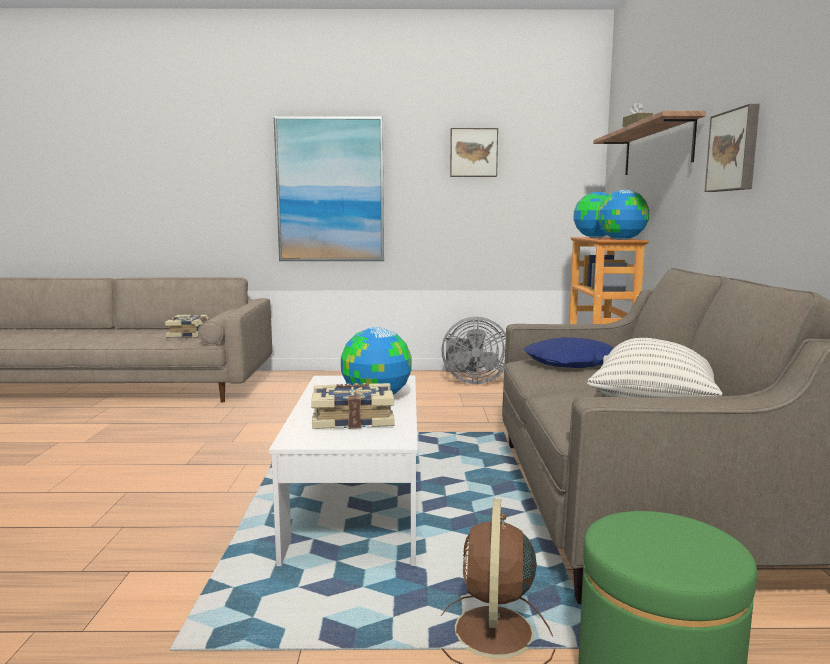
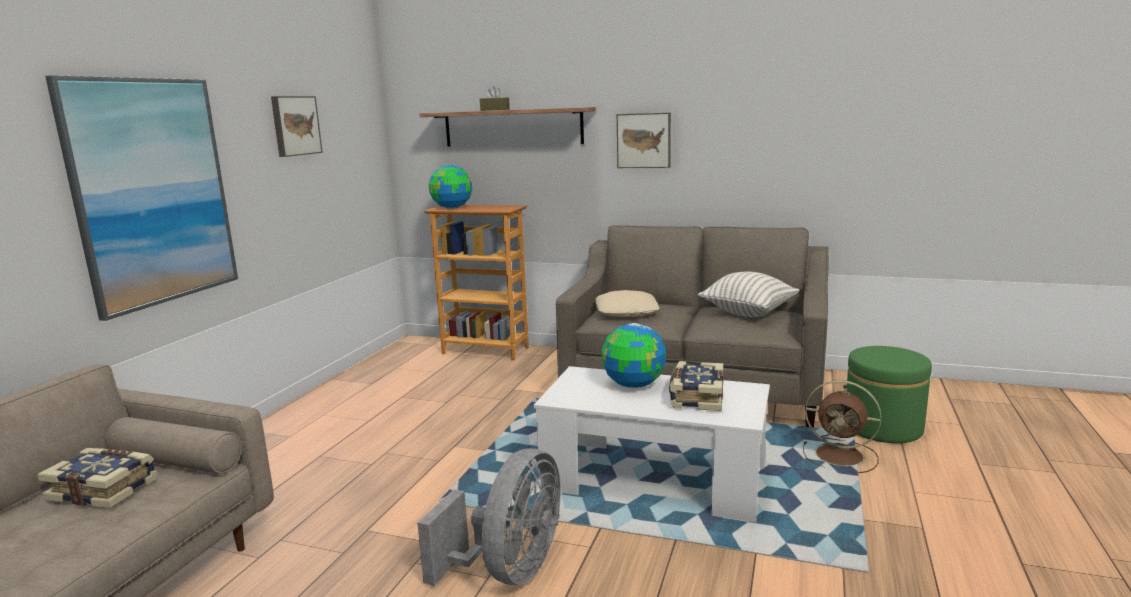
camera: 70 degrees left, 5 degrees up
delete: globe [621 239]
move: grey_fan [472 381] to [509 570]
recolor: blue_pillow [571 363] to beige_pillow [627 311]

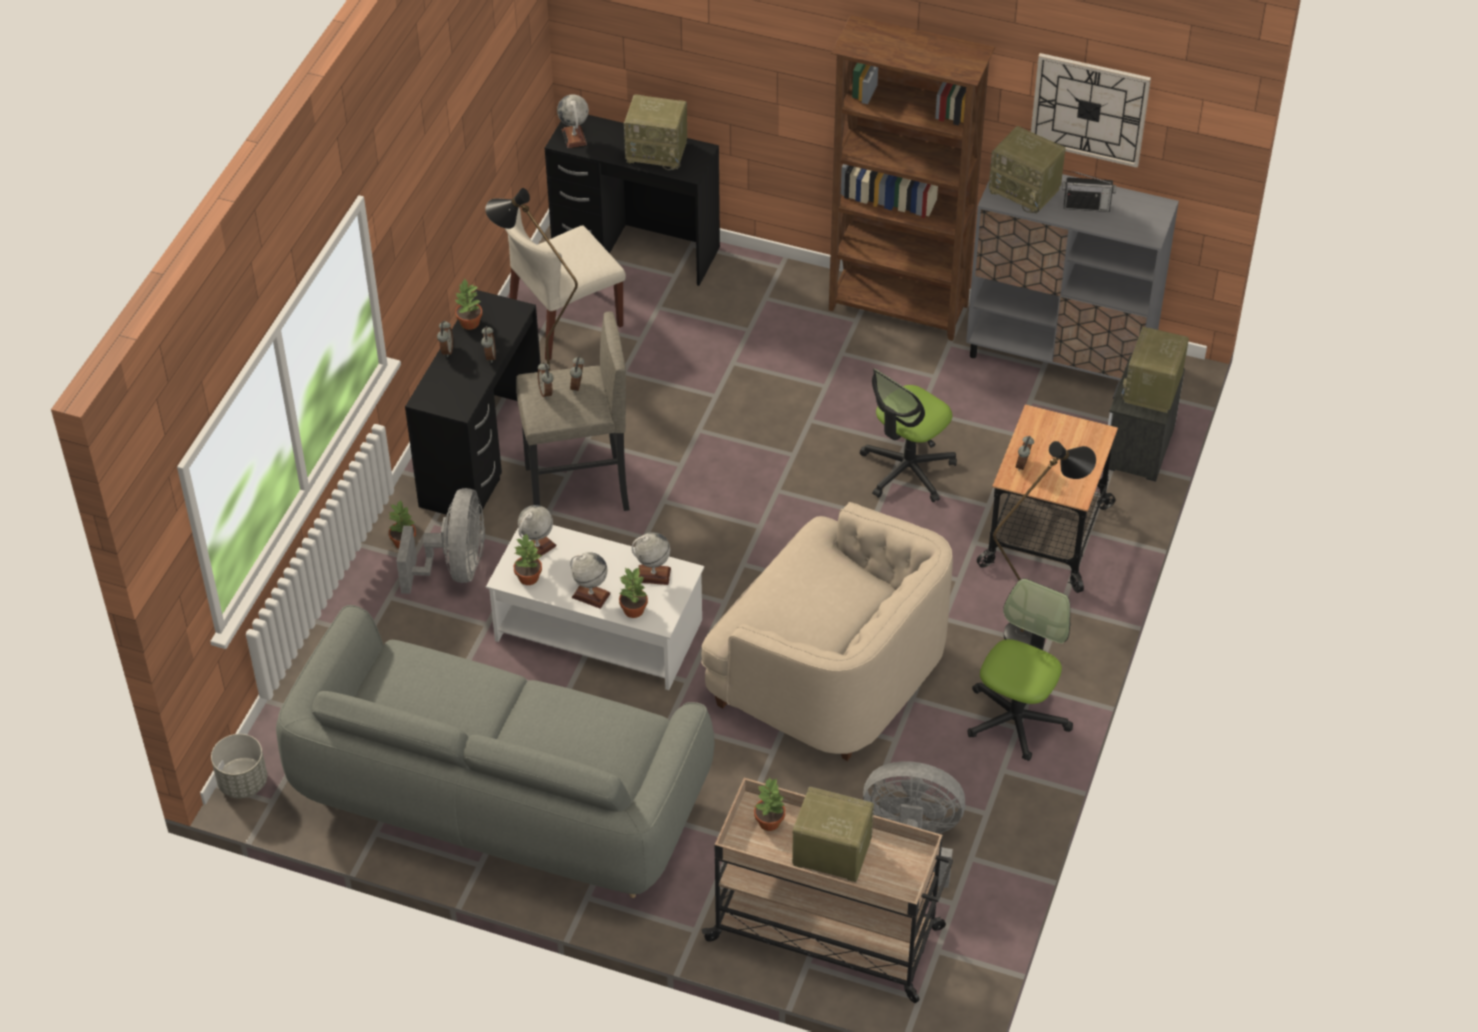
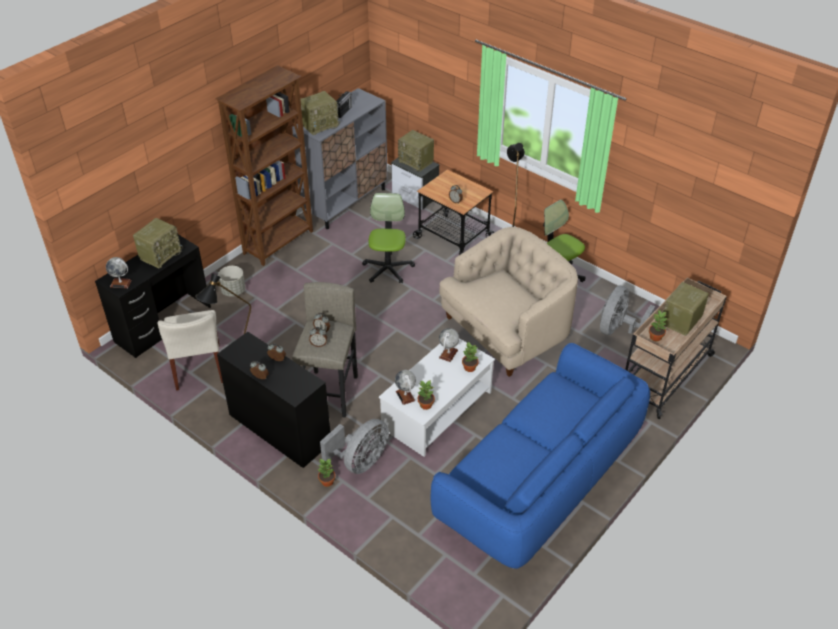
camera: 70 degrees left, 5 degrees down
delete: potted_plant [469 323]; globe [591 595]; wall_clock [1089 109]
move: grey_planter [242 782] to [233 291]
recolor: grey_sofa [500 799] to blue_sofa [539 481]
rotate: grey_fan [455 568] = [360 462] 105 degrees clockwise; office_chair [907 470] = [388 269] 150 degrees counterclockwise

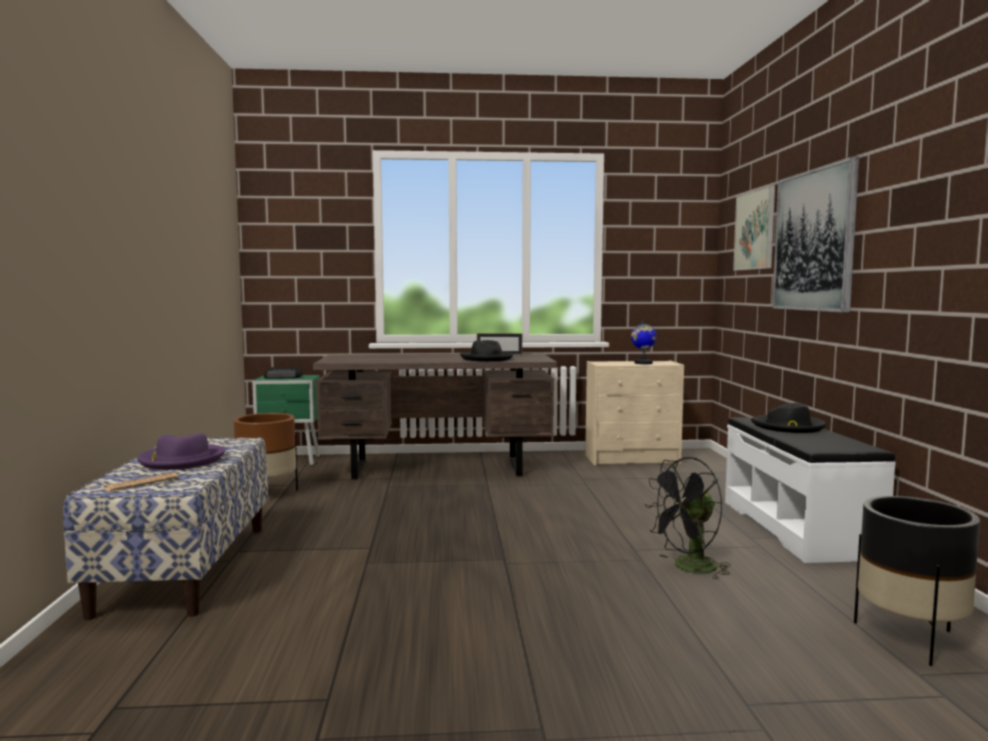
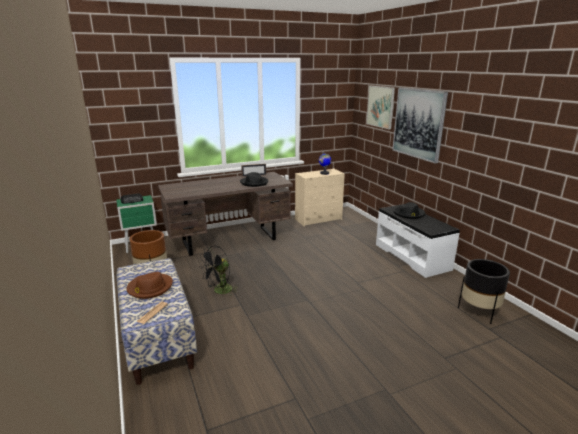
camera: 20 degrees left, 15 degrees up
move: black_fan [688 568] to [220 291]
recolor: purple_hat [181 460] to brown_hat [150 288]

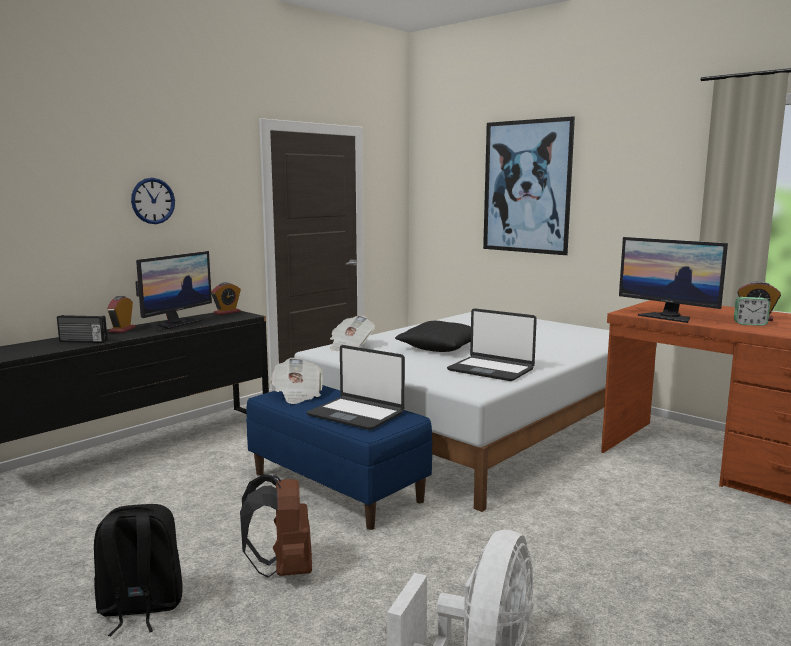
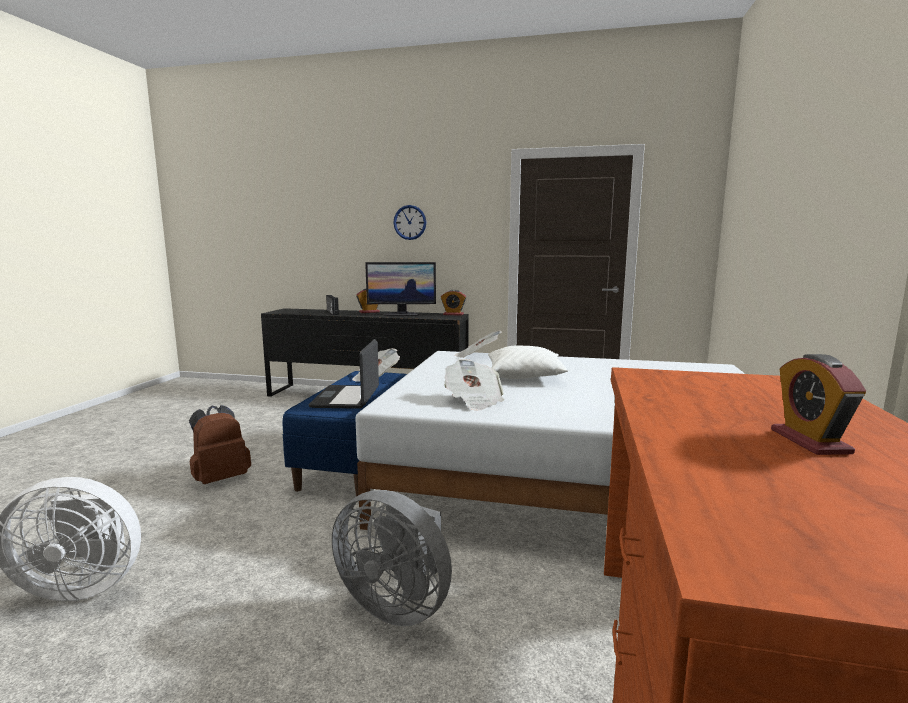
camera: 60 degrees right, 0 degrees up
delete: black_backpack [140 608]; picture [527 187]; monitor [667 317]; alarm_clock [750 324]
insert: grey_fan [397 604]
replace: laptop [491 370] to newspaper [474 400]
recolor: black_pillow [440 348] to white_pillow [525 376]

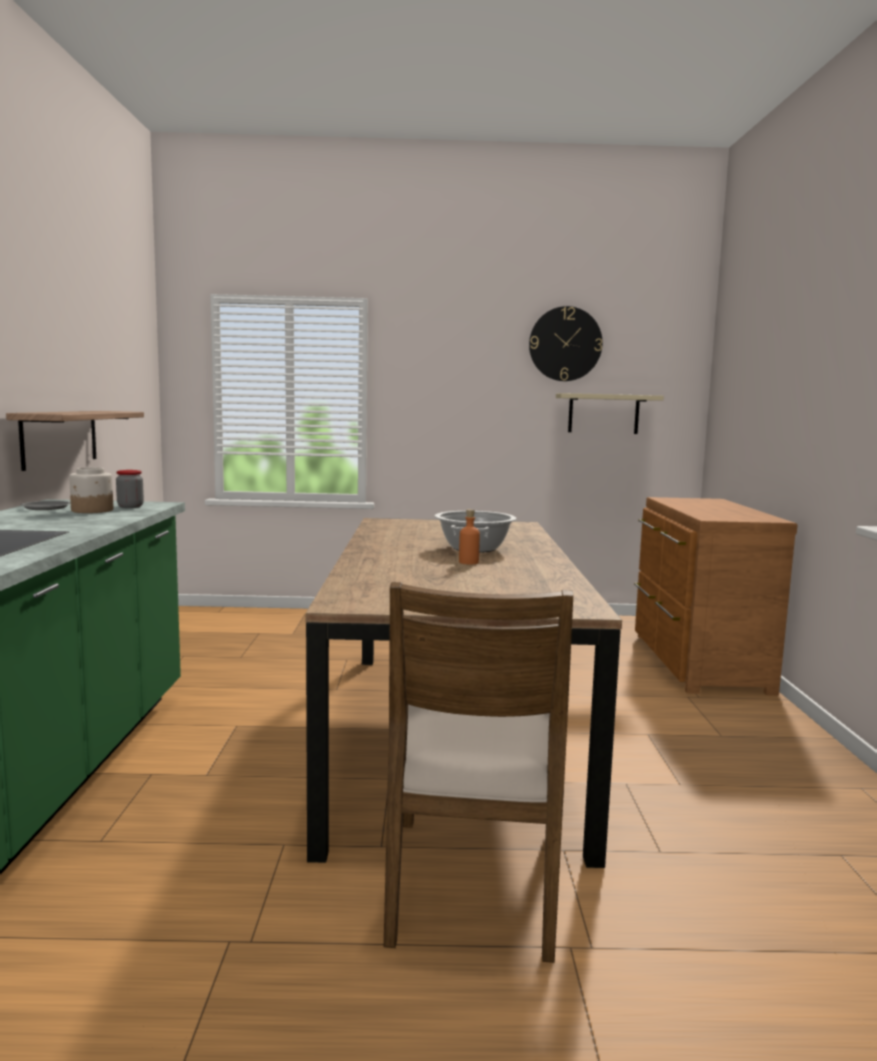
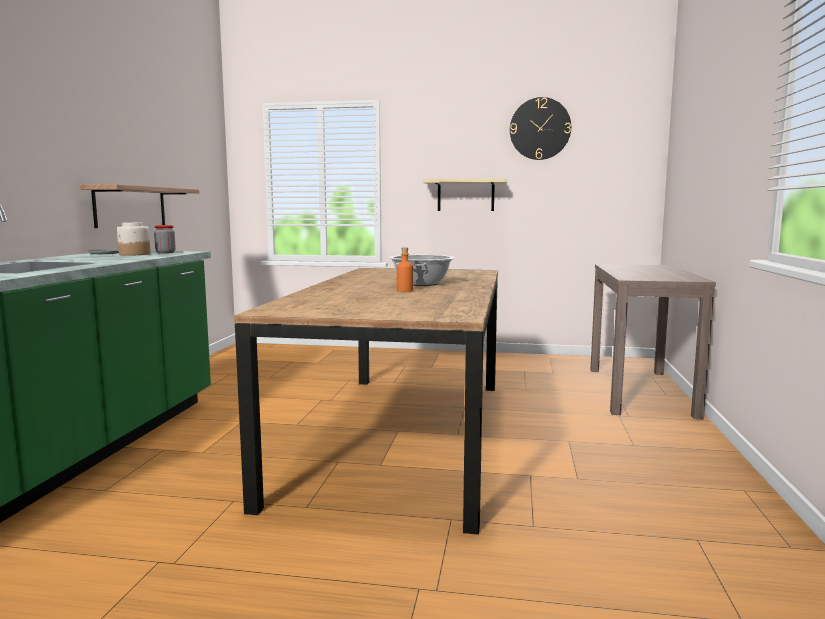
camera: 10 degrees right, 0 degrees up
delete: brown_chair [474 884]
move: beige_shelf [603 413] to [465 195]
replace: brown_dresser [696 663] to brown_console_table [639 391]

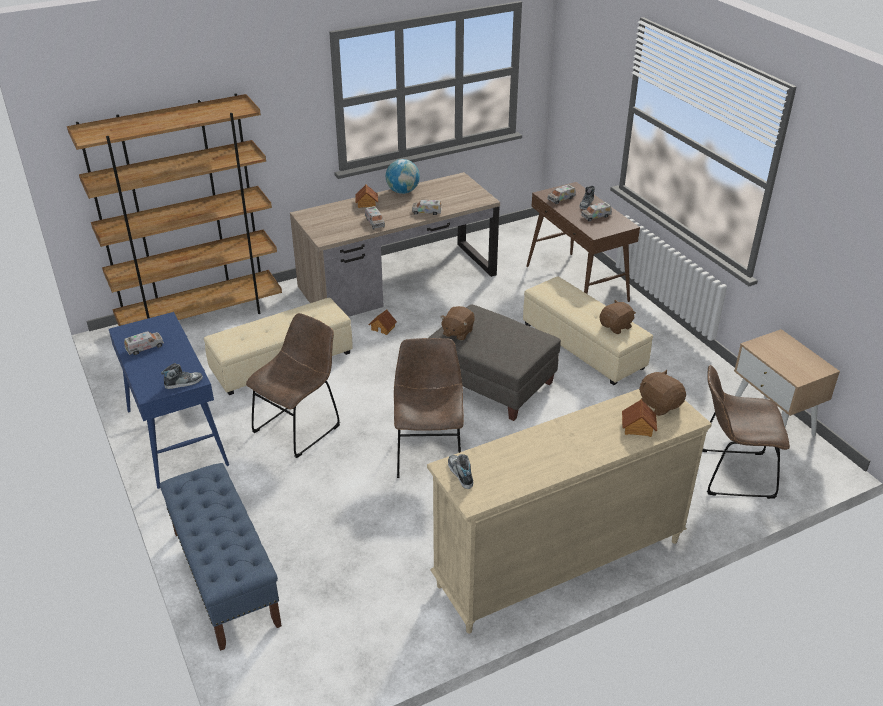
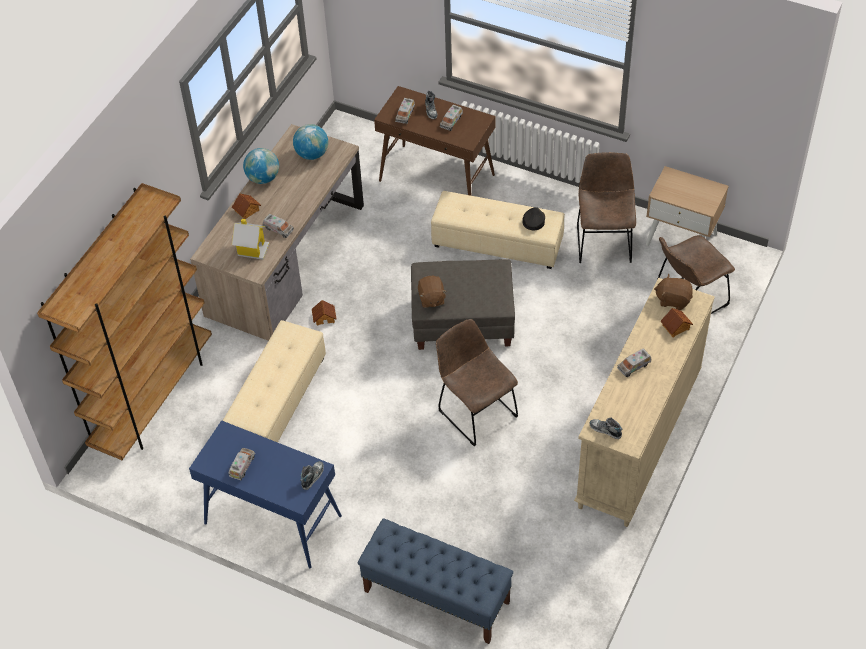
camera: 35 degrees left, 15 degrees up
insert: toy_house [252 249]; globe [312 154]
move: brown_chair [300 426] to [603 240]; toy_truck [426 212] to [634 366]
replace: brown_plush_toy [616 326] to black_cap [533 220]

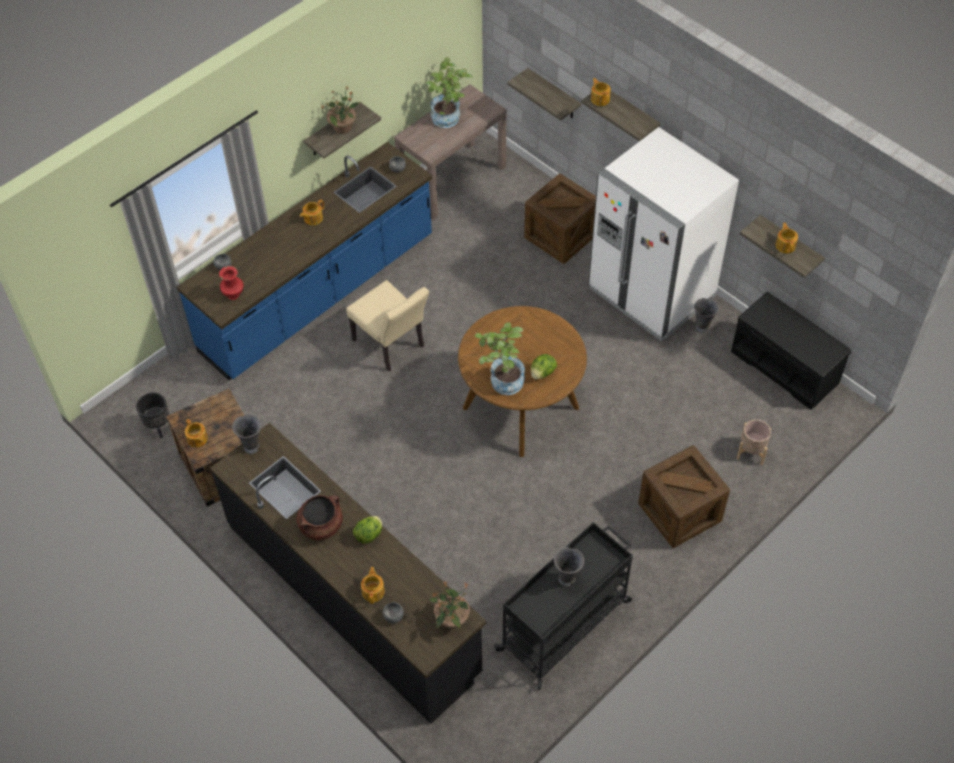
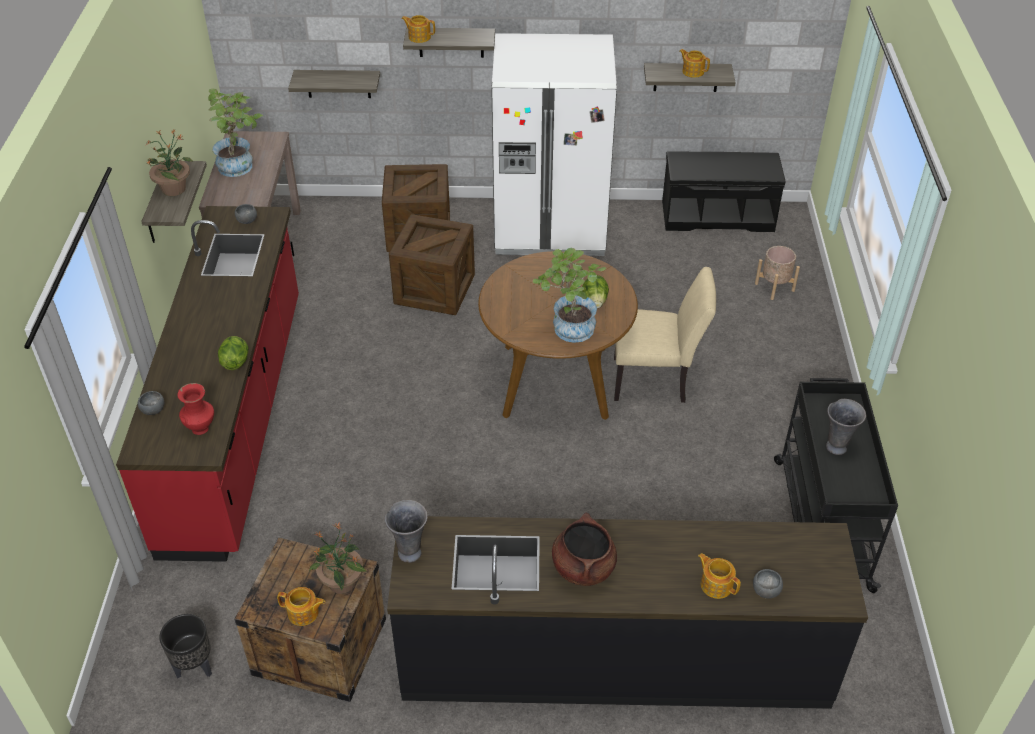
camera: 45 degrees left, 10 degrees down
delete: teapot [312 218]; grey_vase [702 327]
move: beige_chair [392 346] to [656 381]; lettuce [369 534] to [235 361]; potted_plant [451 619] to [342 583]; crate [679 512] to [434 289]
recolor: blue_counter [319 295] to red_counter [237 419]

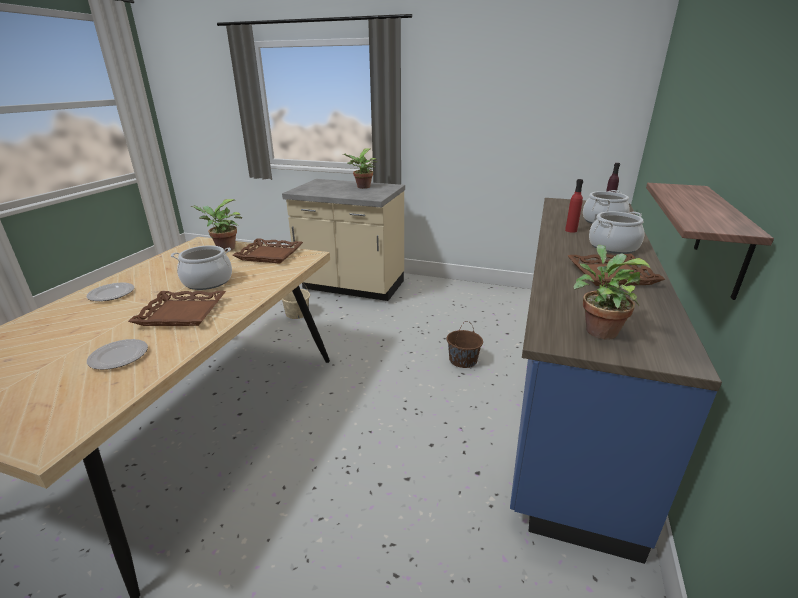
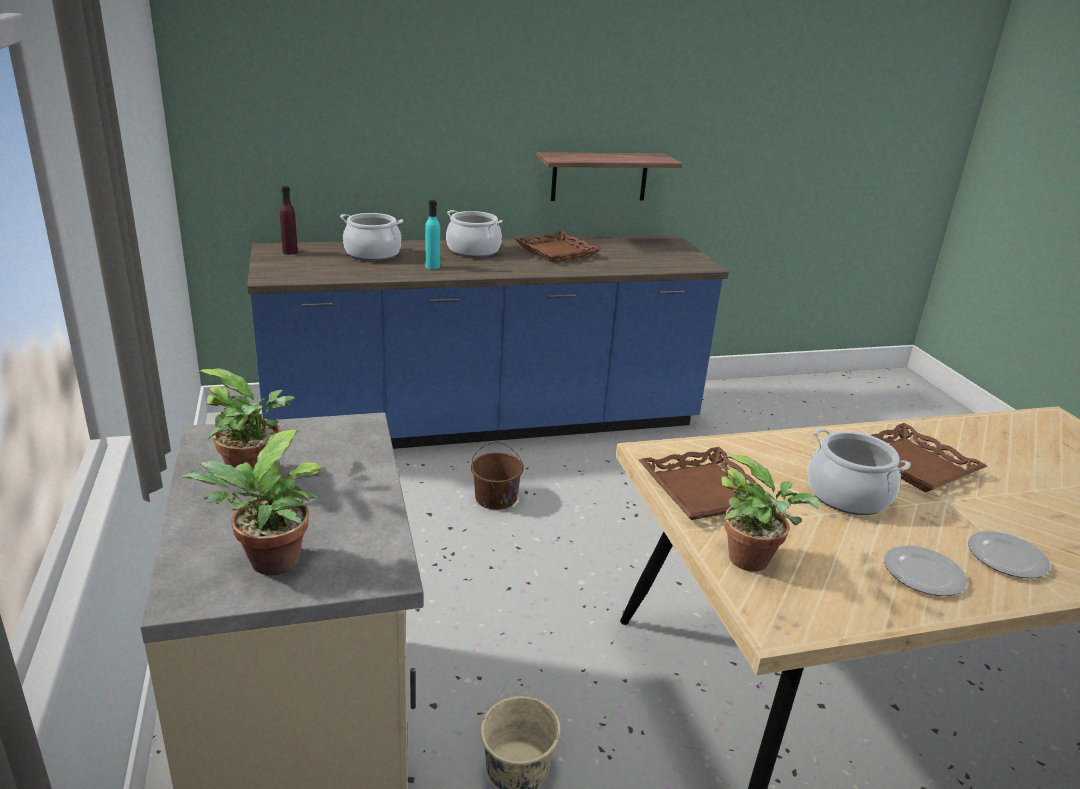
camera: 125 degrees left, 0 degrees up
move: plate [119 356] to [922 574]; potted_plant [598 329] to [269 564]
recolor: red_bottle [571 230] to turquoise_bottle [432 266]

